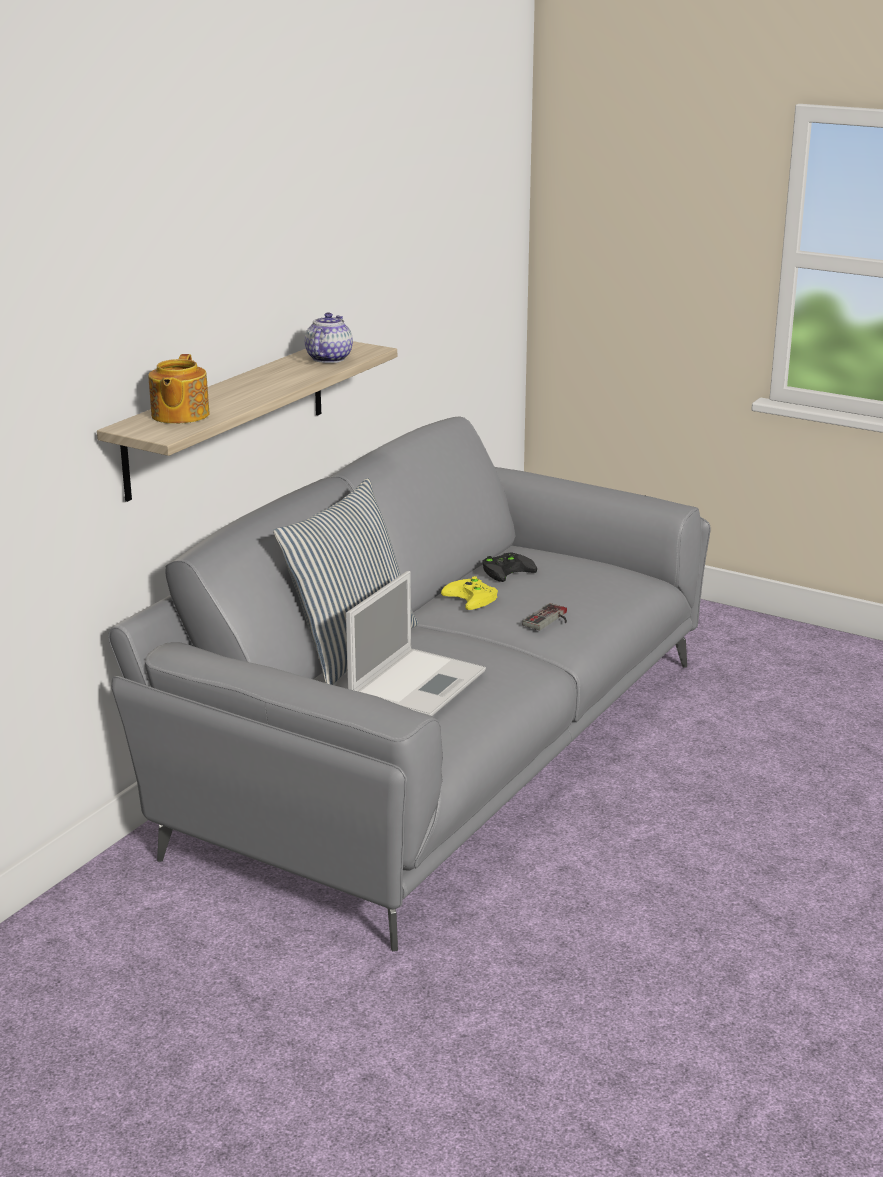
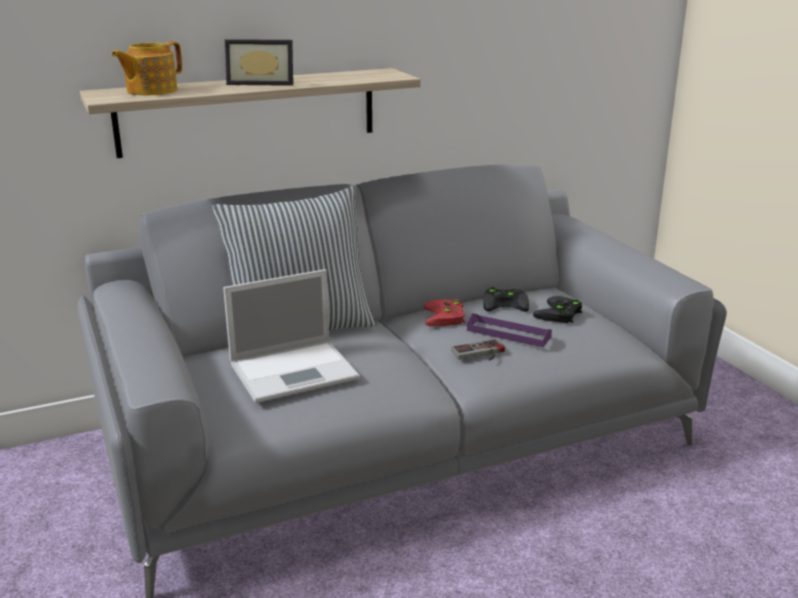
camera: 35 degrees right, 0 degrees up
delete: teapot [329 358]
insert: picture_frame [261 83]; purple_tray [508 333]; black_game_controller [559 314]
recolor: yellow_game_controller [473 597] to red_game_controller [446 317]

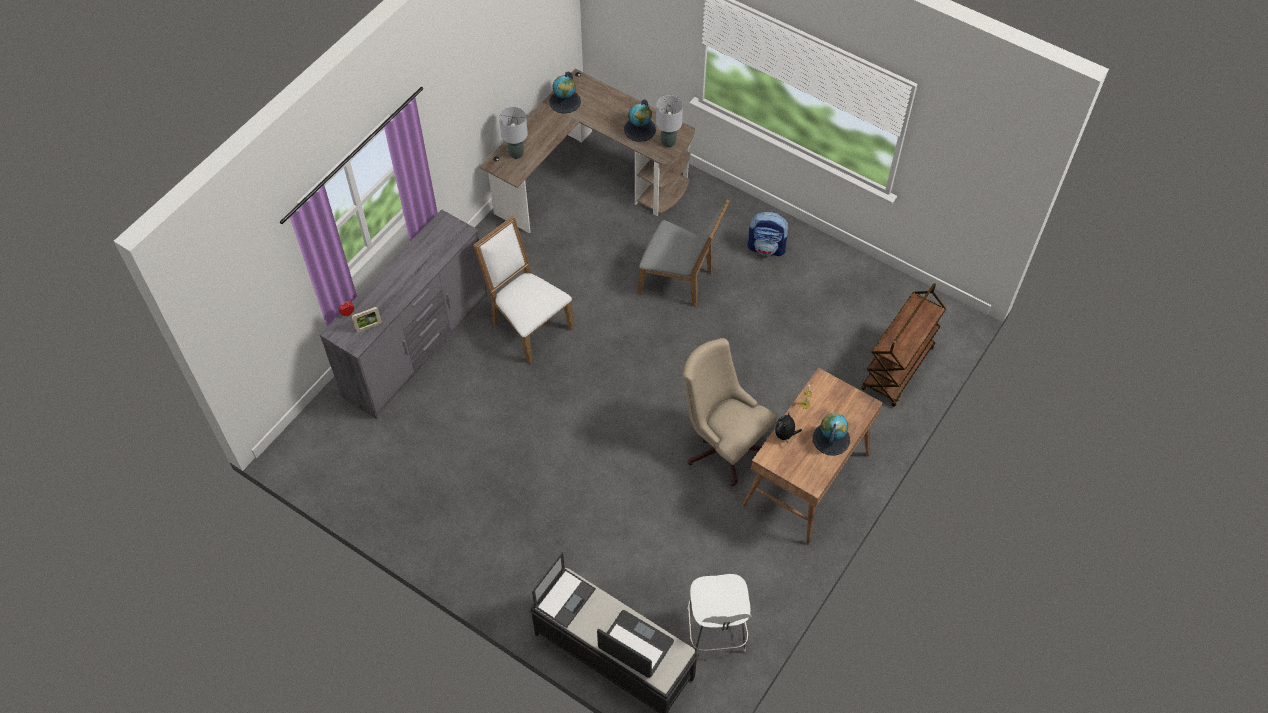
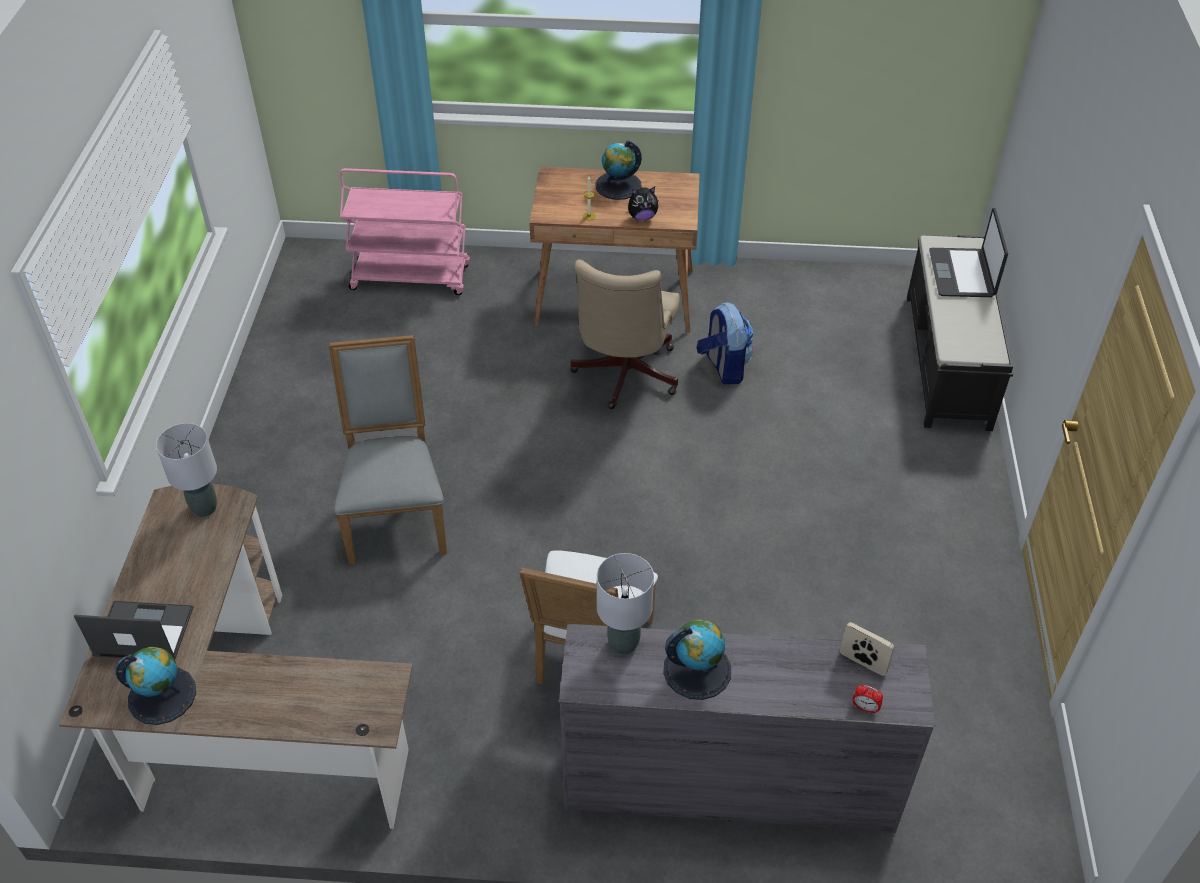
camera: 120 degrees left, 10 degrees down
delete: white_chair [716 632]
move: grey_table_lamp [516 154] to [623 643]; laptop [565 597] to [142 632]; globe [640 129] to [697 669]; backpack [767 247] to [723 367]
recolor: brown_cart [898 369] to pink_cart [411 277]

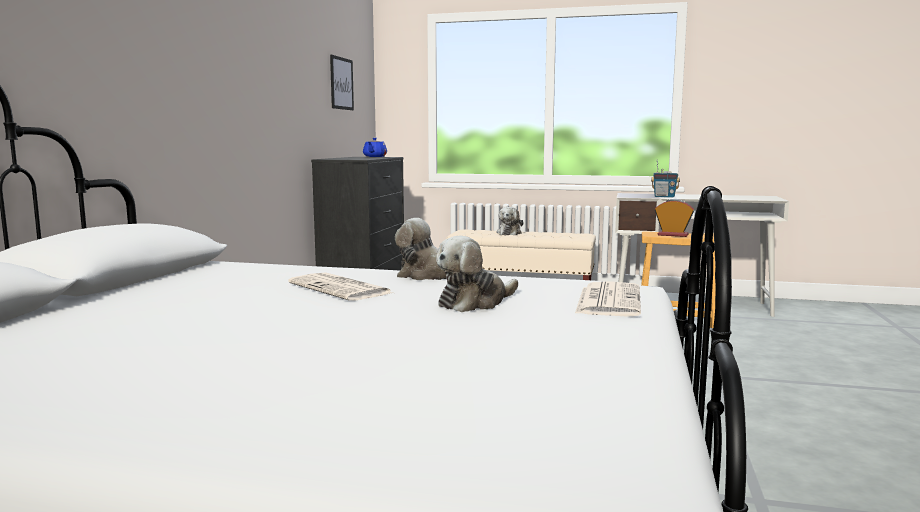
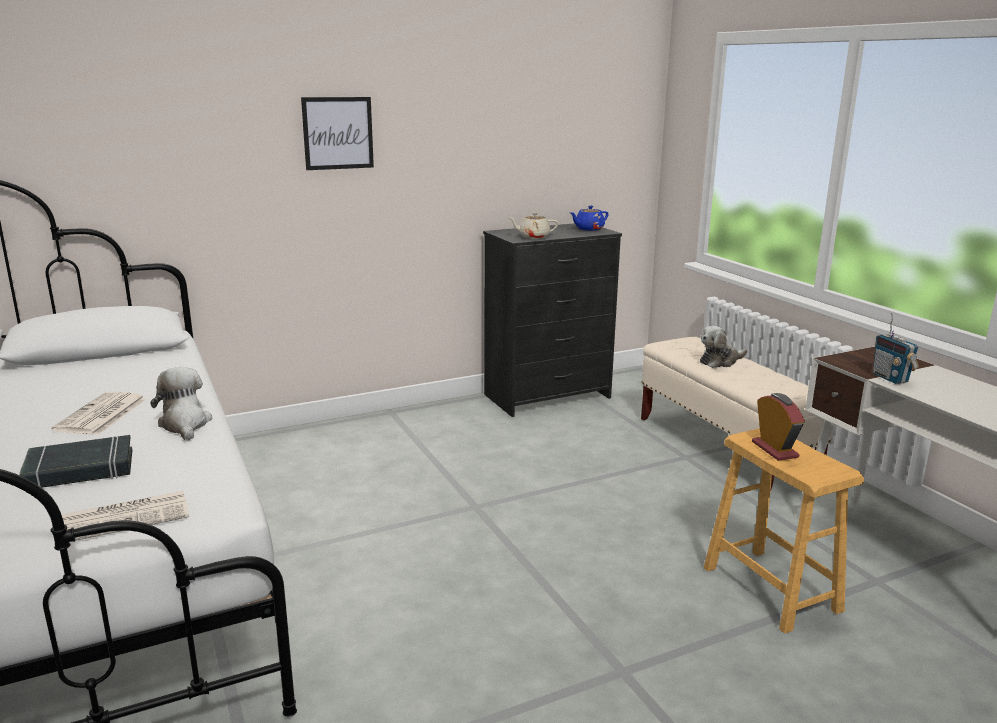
camera: 50 degrees right, 10 degrees up
insert: beige_teapot [533 237]
move: picture [341 83] to [338 133]
replace: plush_toy [475 302] to black_book [80 470]

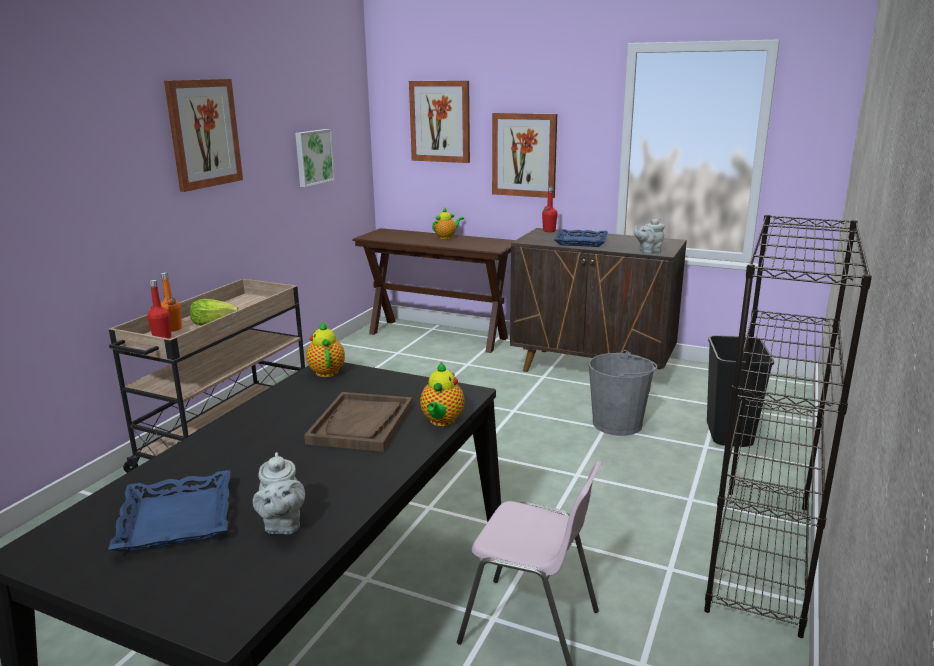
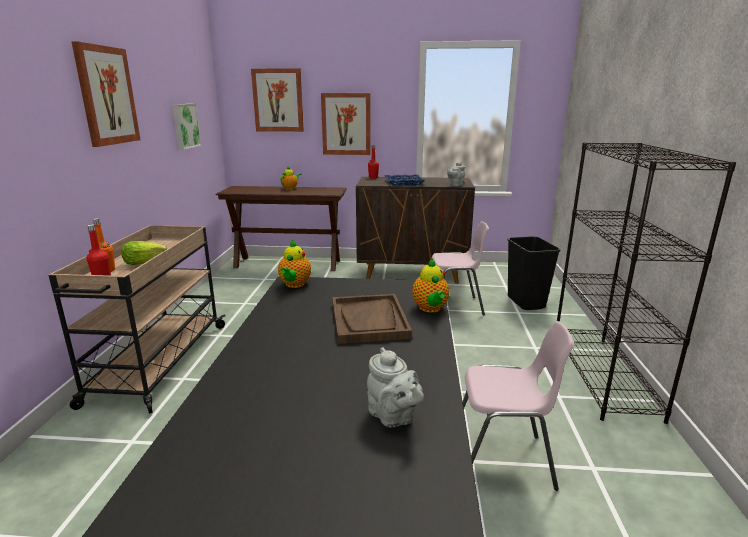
camera: 20 degrees left, 0 degrees up
delete: blue_tray [175 519]
replace: grey_bucket [617 424] to pink_chair [454 306]
rotate: teapot [326 371] = [294 285] 135 degrees counterclockwise

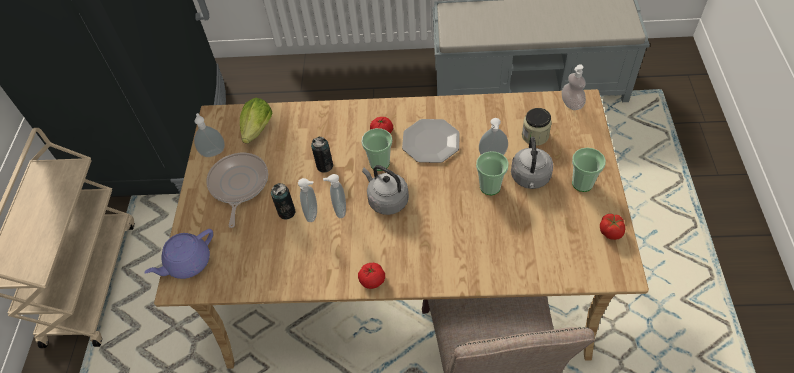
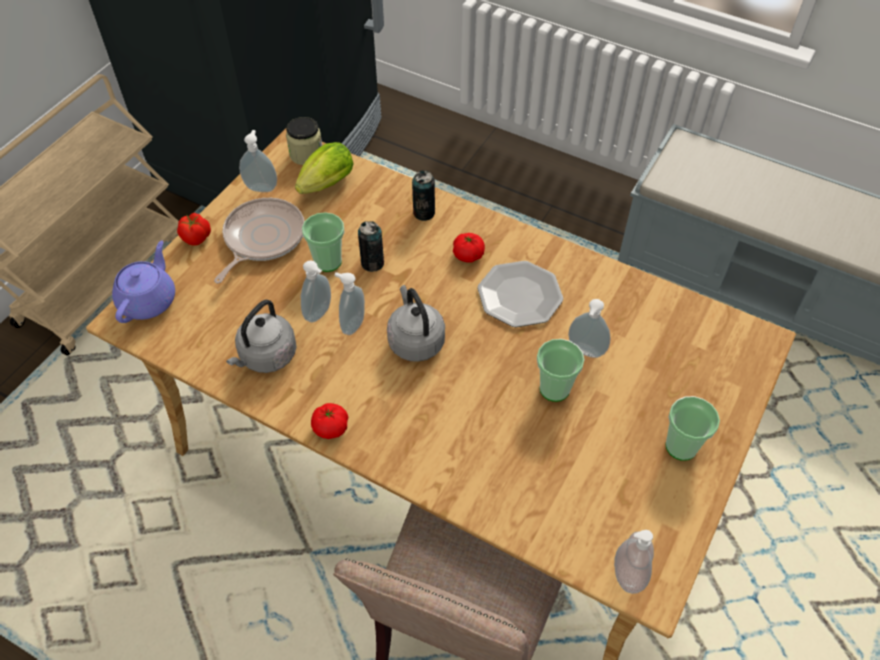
camera: 25 degrees right, 0 degrees up
move: can [286 212] to [424 213]; cup [379 163] to [328 261]; grey_kettle [530 178] to [266 357]; jar [535 136] to [306 154]; soap_dispenser [571 104] to [629 573]; tomato [610 232] to [197 238]
rotate: purple_teapot [187 263] = [148 300] 120 degrees clockwise

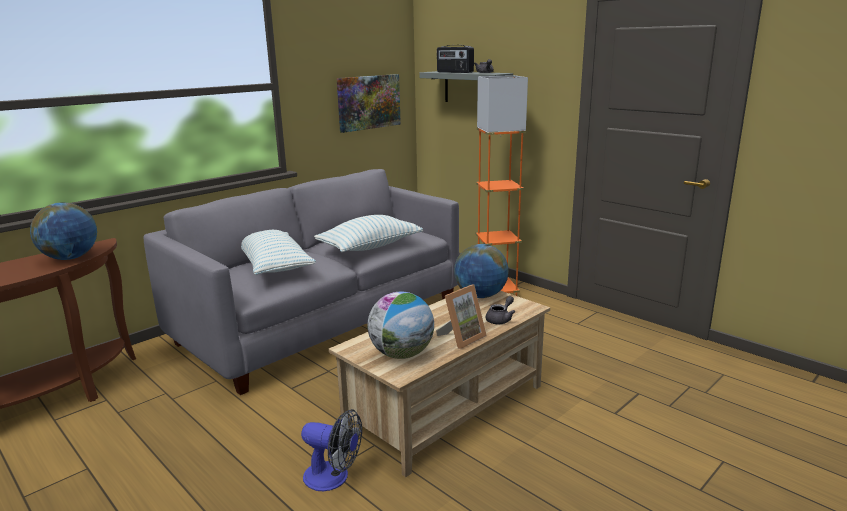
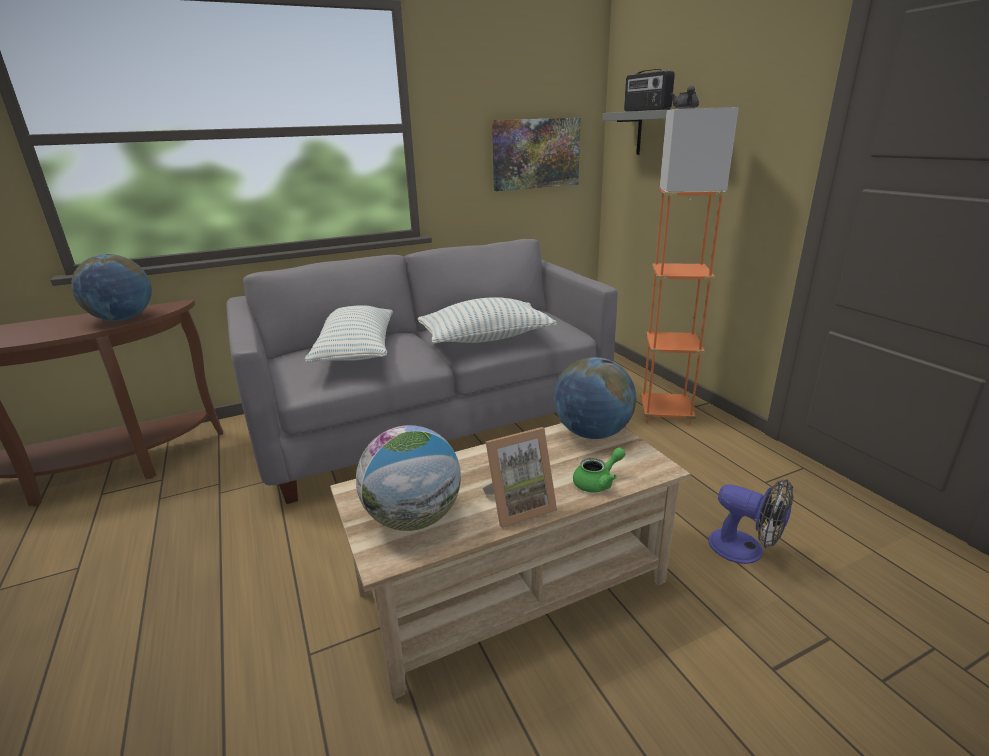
camera: 20 degrees right, 5 degrees up
move: fan [333 478] to [745 550]
recolor: grey_teapot [500 319] to green_teapot [598 482]

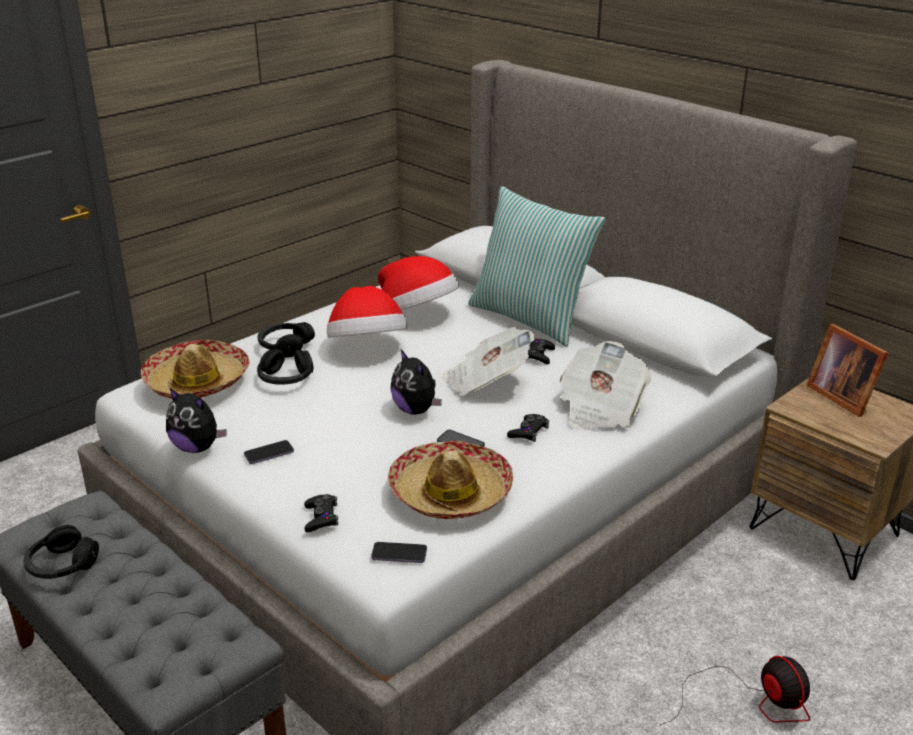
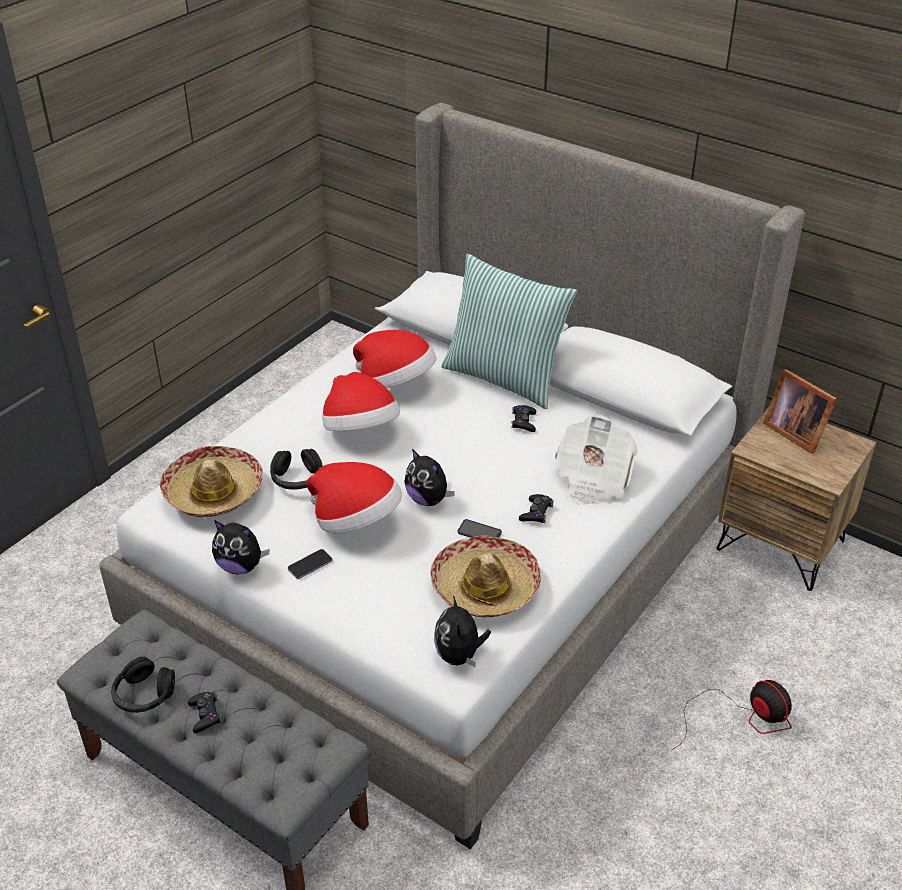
camera: 10 degrees left, 10 degrees up
delete: black_headphones [285 346]; newspaper [486 381]
insert: hat [356 521]
move: black_game_controller [321 517] to [205 715]
replace: phone [399 554] to plush_toy [459 655]

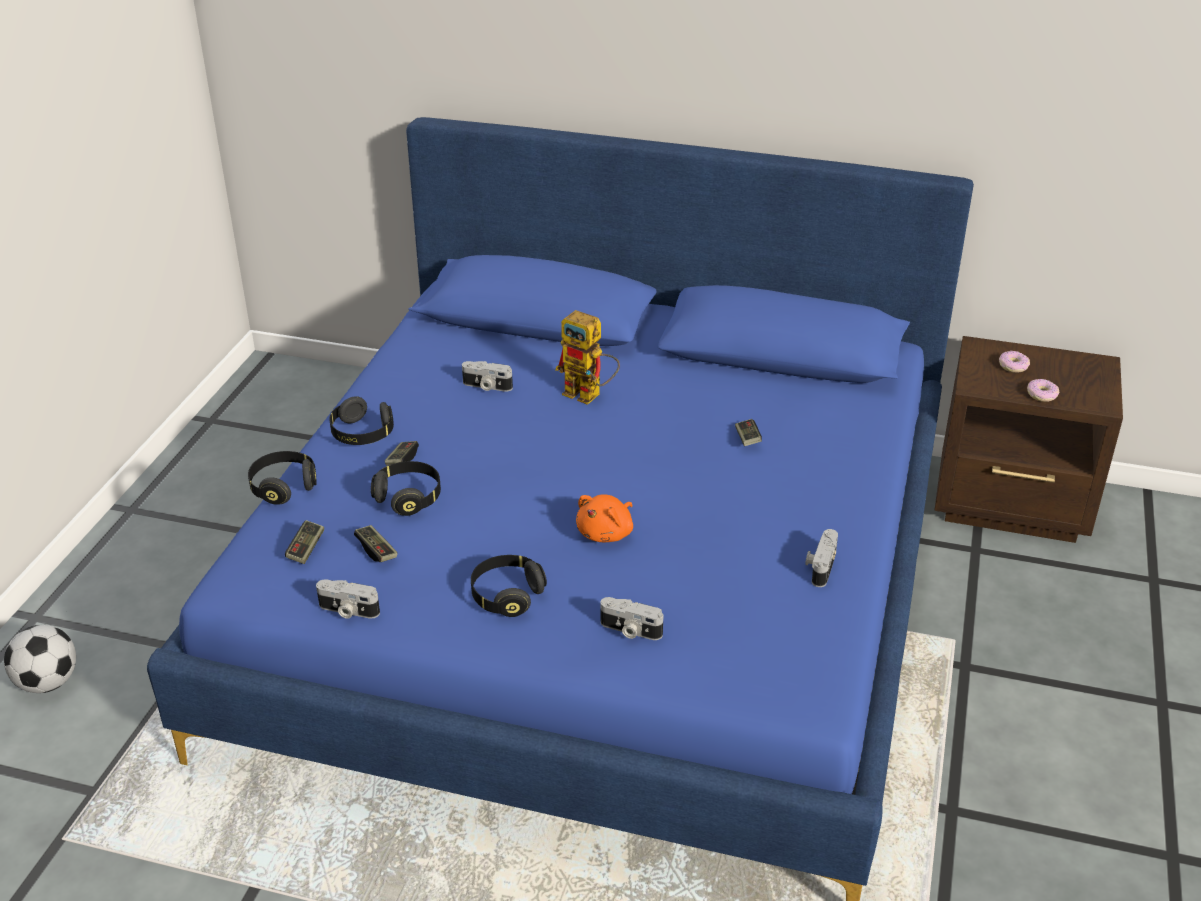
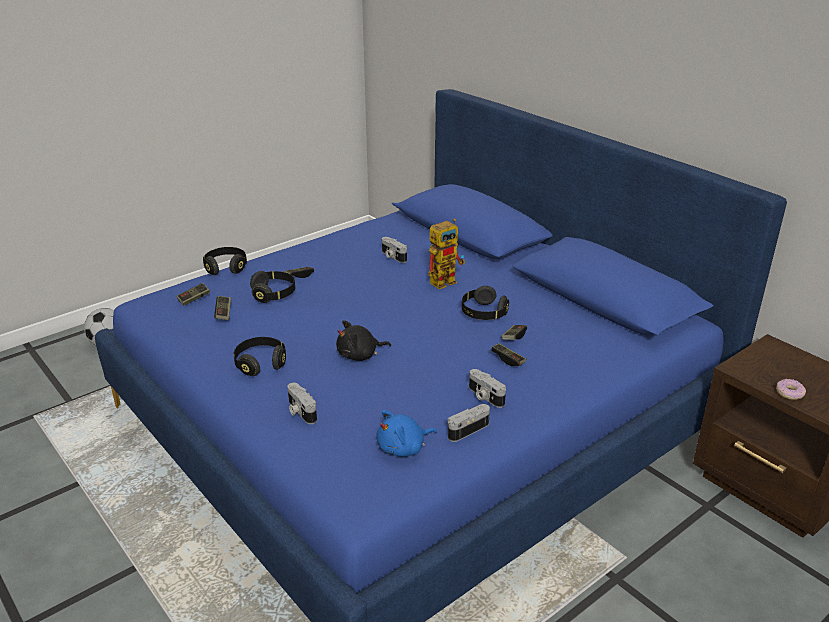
camera: 35 degrees right, 5 degrees down
delete: donut [1013 366]
insert: blue_plush_toy [404 448]; game_controller [508 359]
move: photo_camera [348 611] to [484 396]; black_headphones [362 434] to [483 313]
recolor: orange_plush_toy [607 533] to black_plush_toy [360 355]
rotate: toy_robot [590 395] = [446 280] 105 degrees counterclockwise

